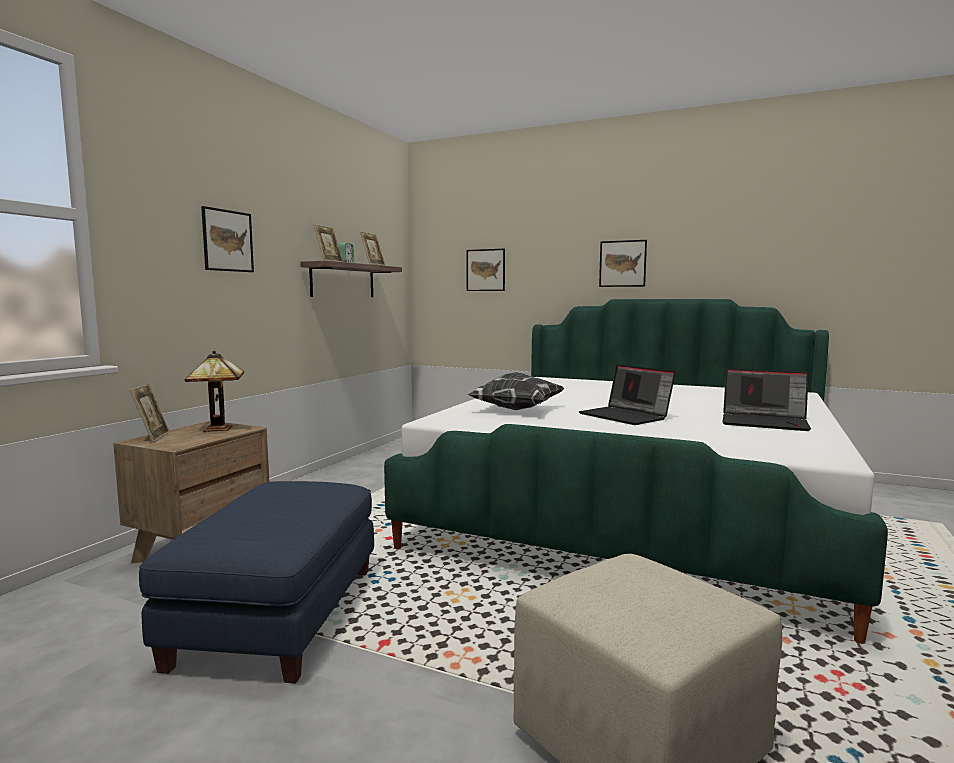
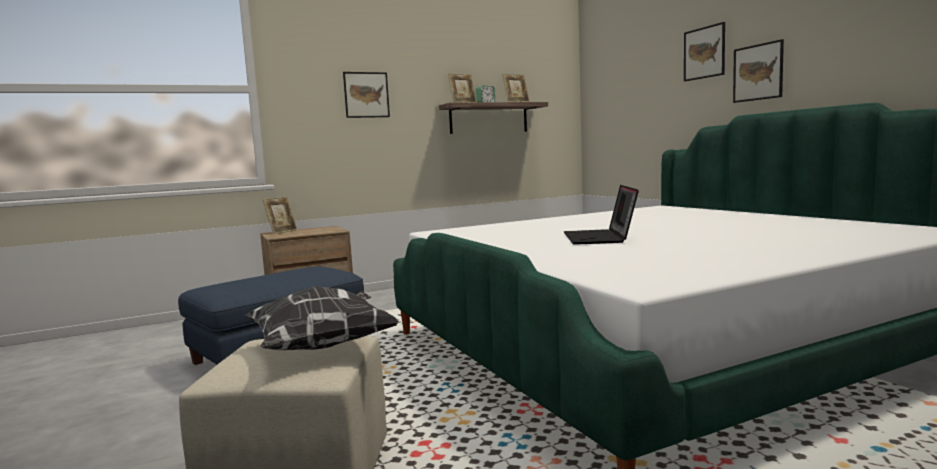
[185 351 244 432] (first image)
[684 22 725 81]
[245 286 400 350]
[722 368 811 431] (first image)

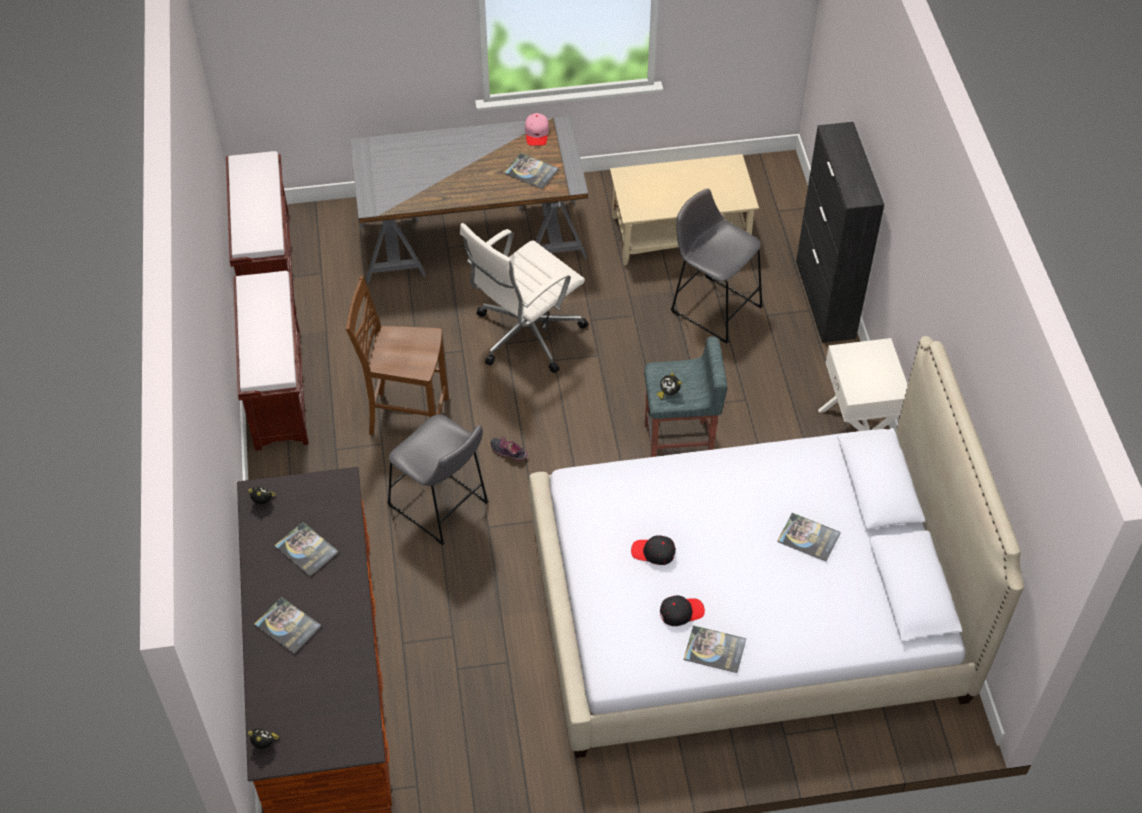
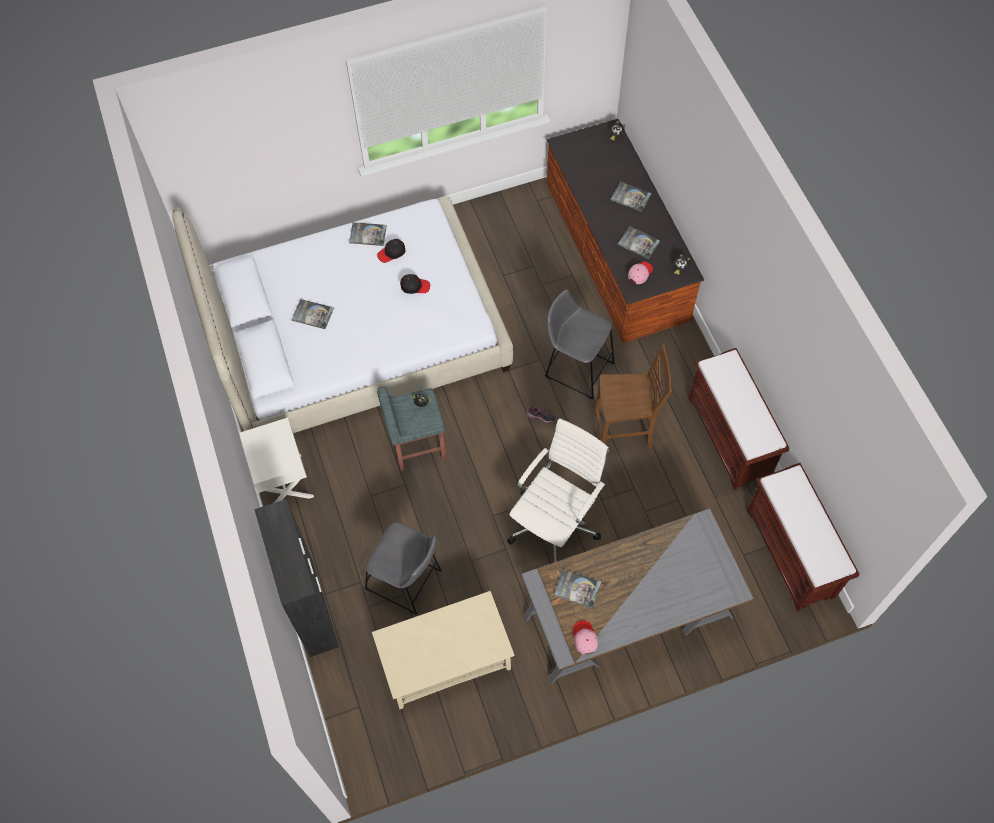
[628 261 653 284]

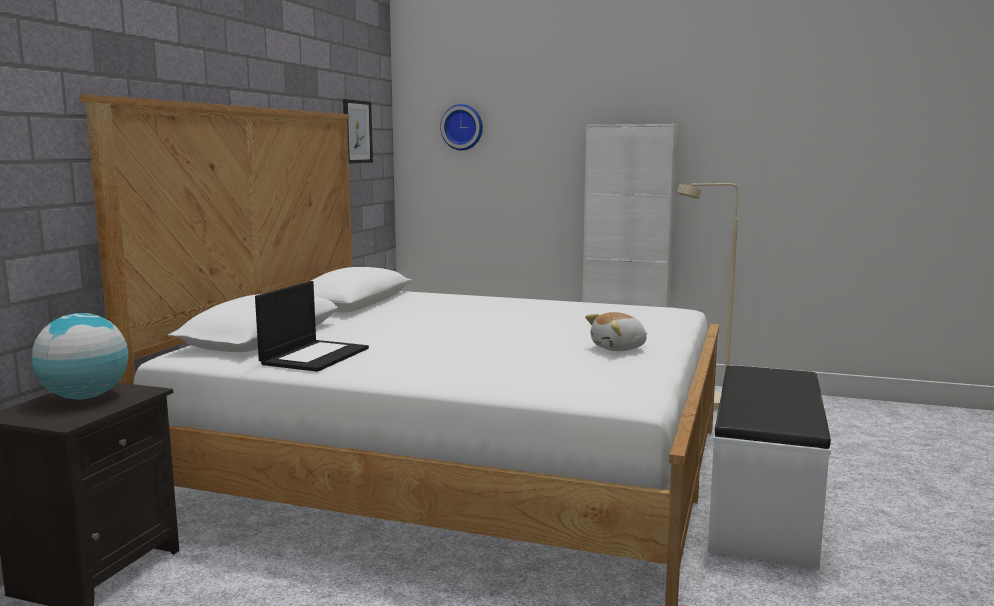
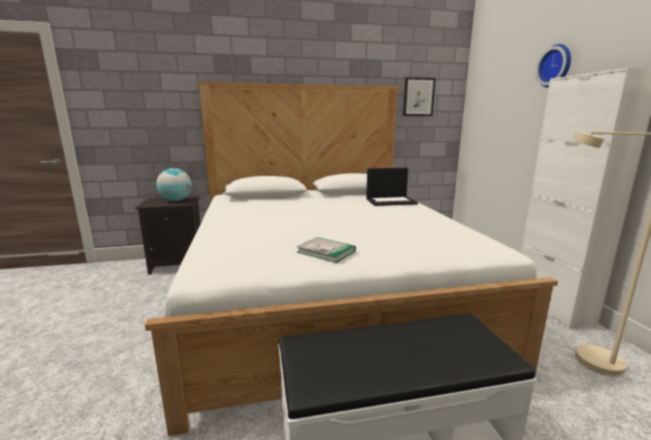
[366 168 418 206]
[536 44 571 88]
[296 237 356 263]

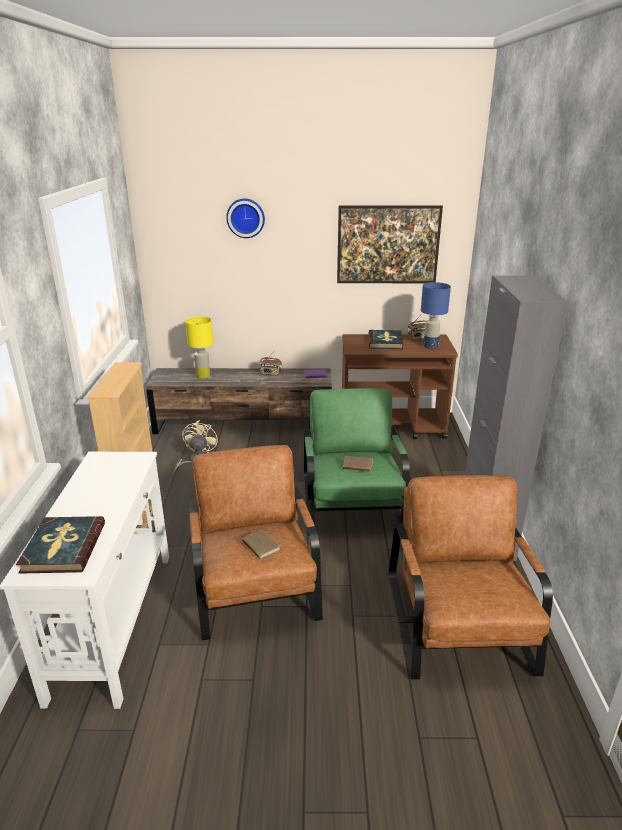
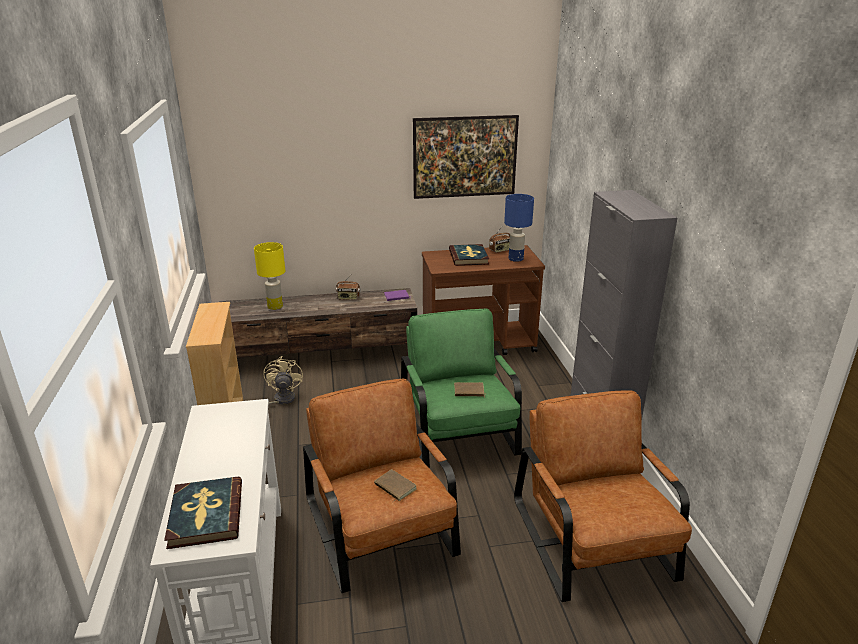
[226 198 265 238] (first image)

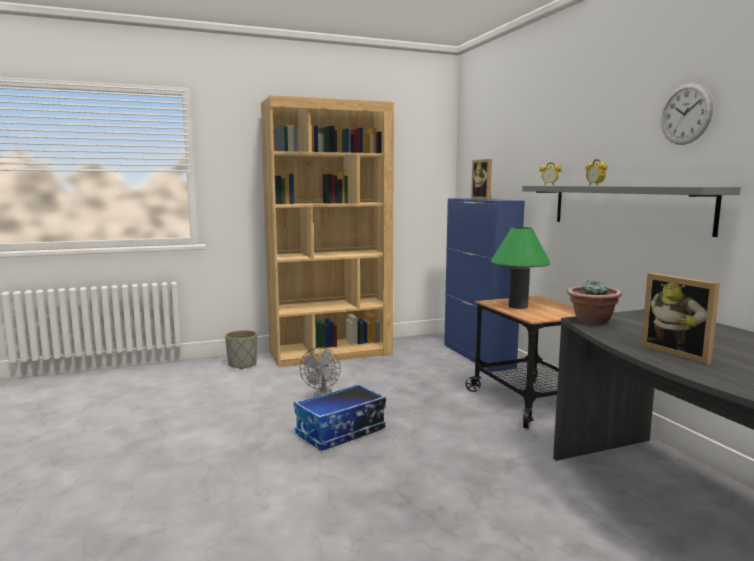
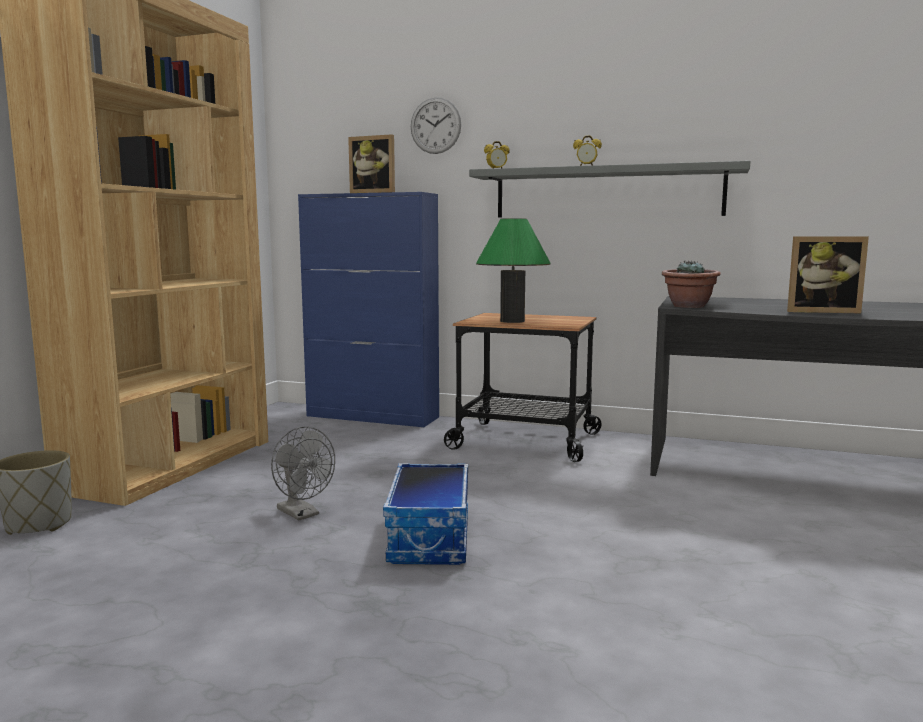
[411 97 461 154]

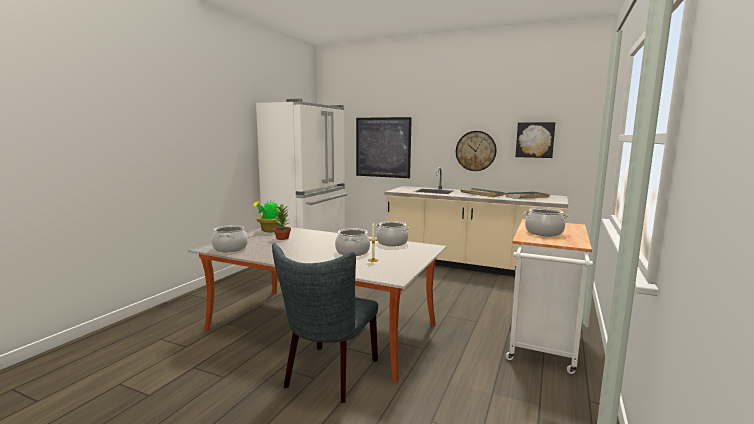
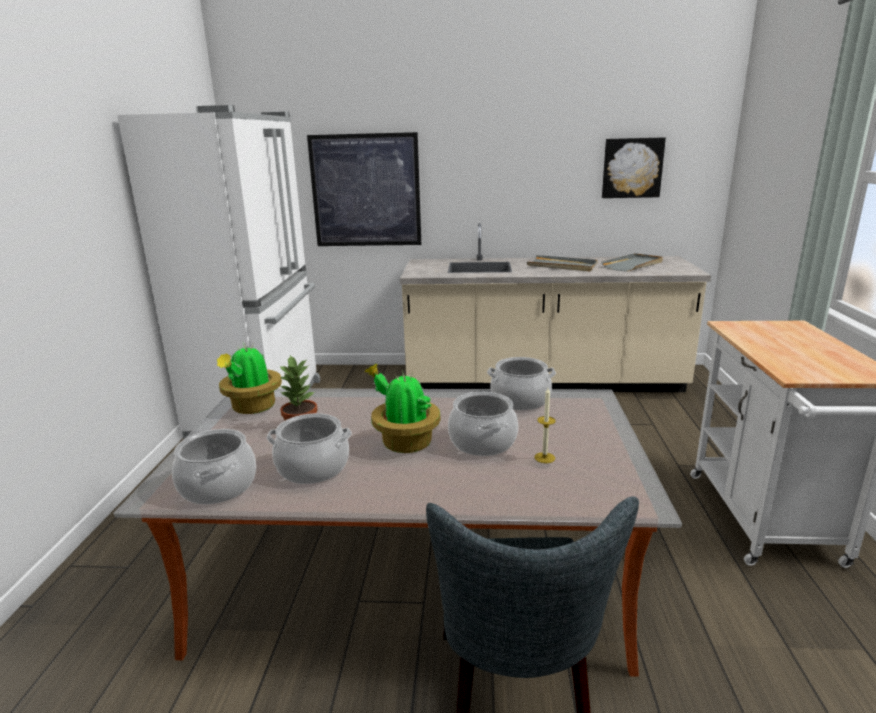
[456 131 497 171] (first image)
[267 413 352 484]
[365 363 441 453]

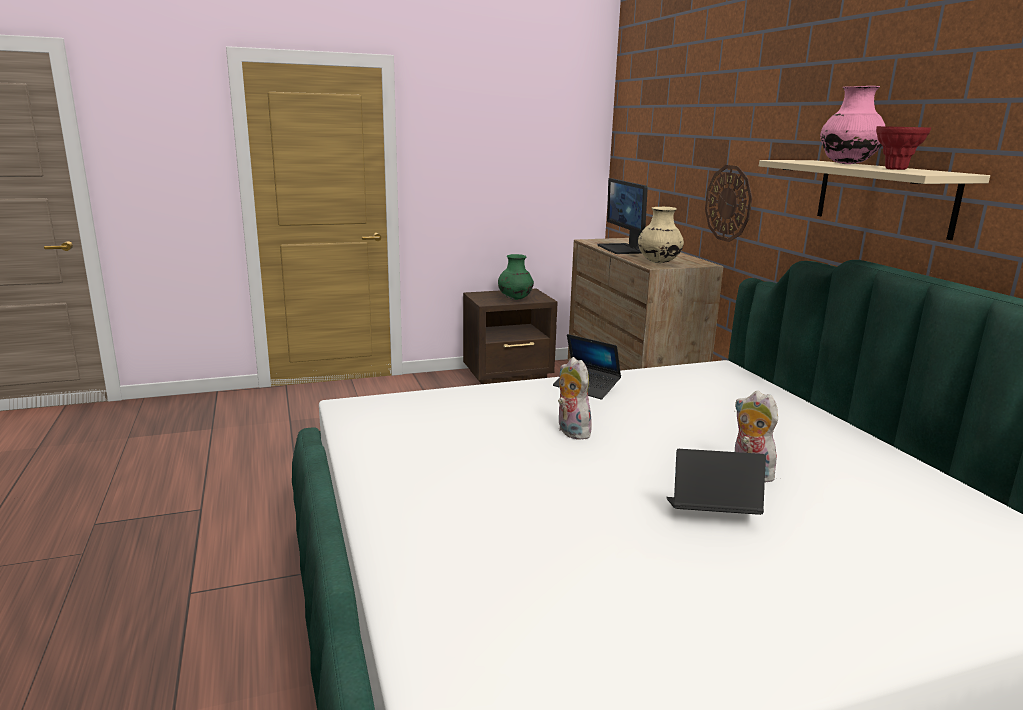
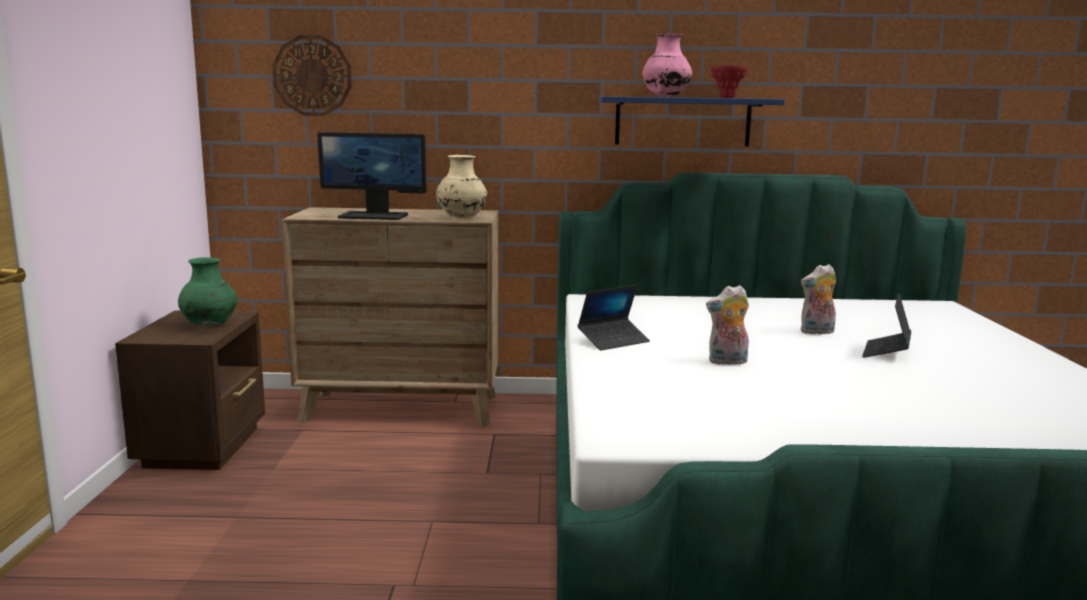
[272 35 352 116]
[599 96 785 147]

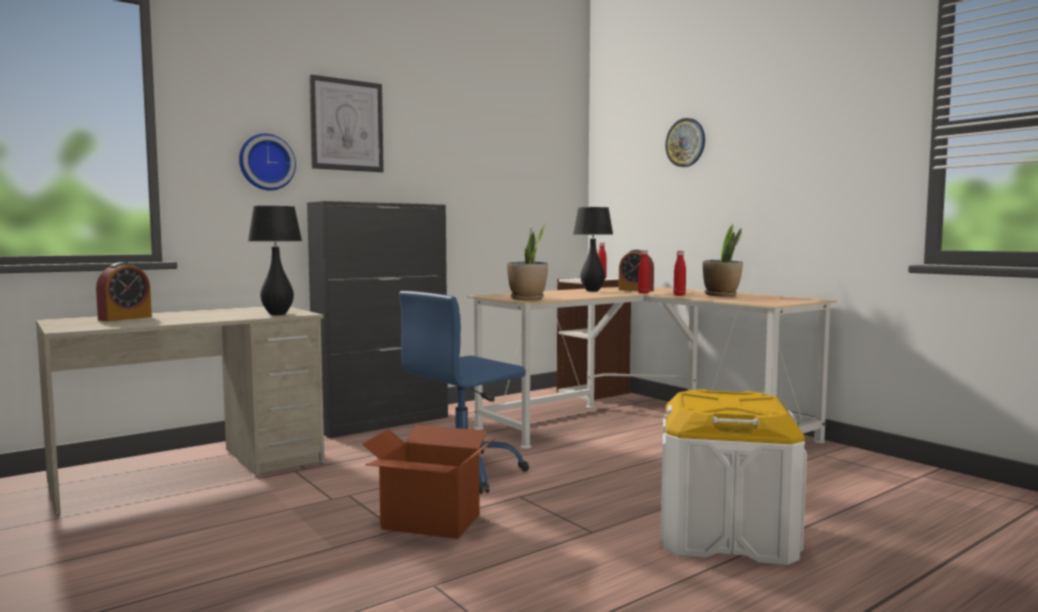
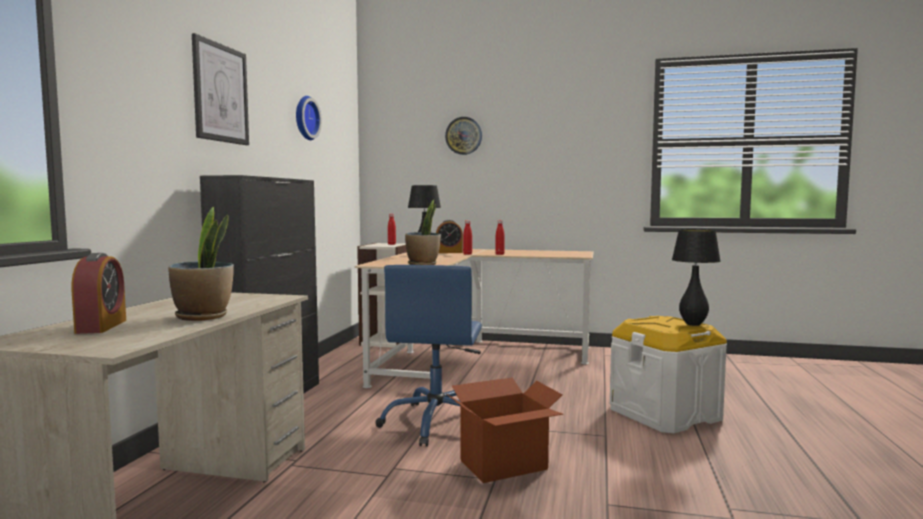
[296 96 322 140]
[672 229 721 326]
[168 207 234 321]

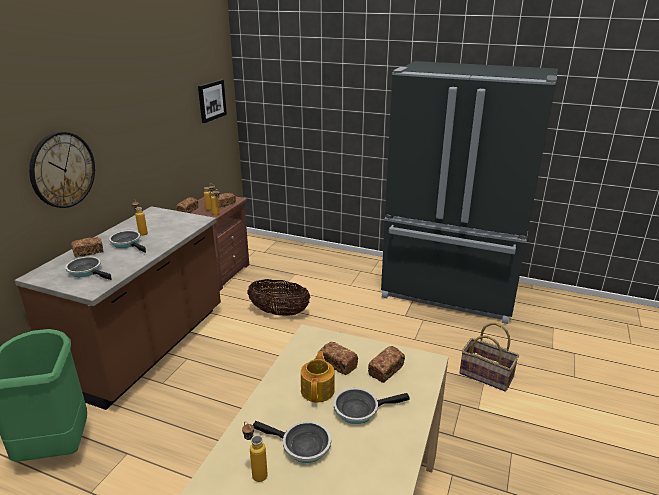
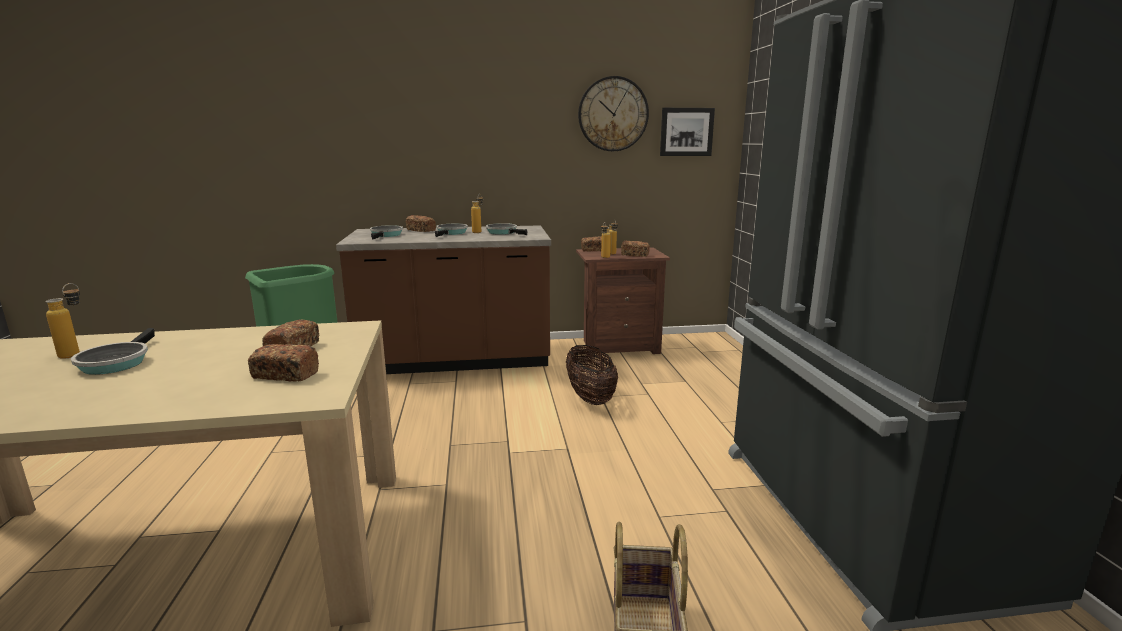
[578 76 649 151]
[301 351 335 403] (first image)
[486 223 527 235]

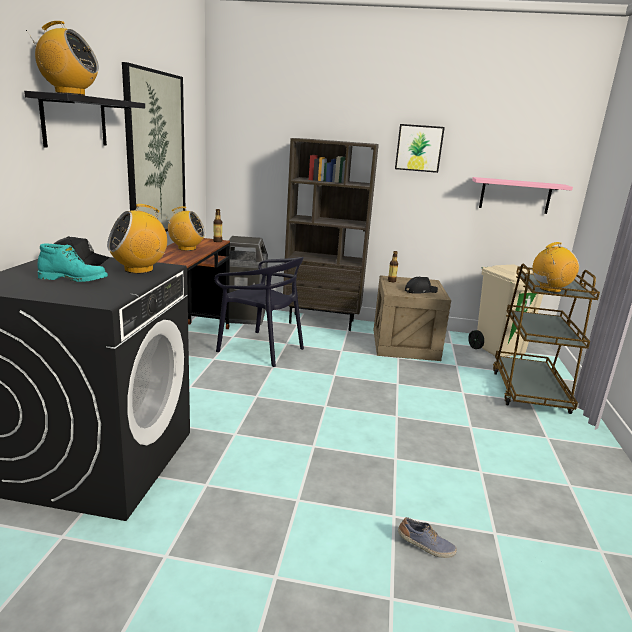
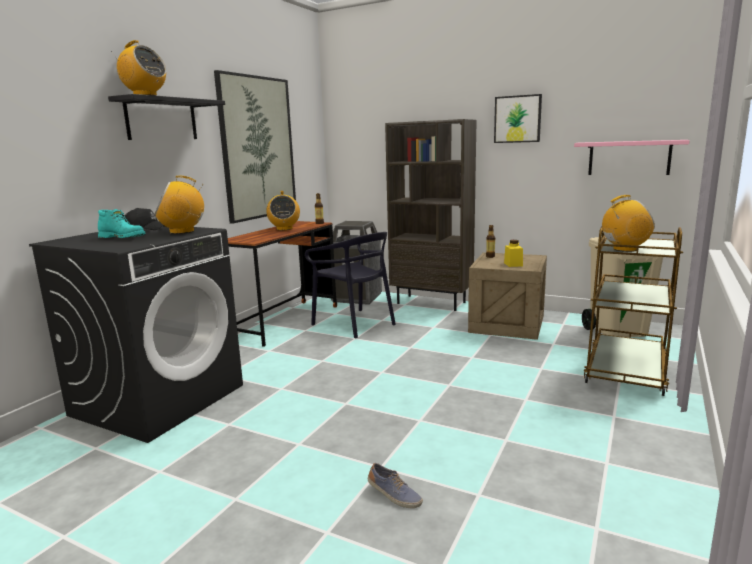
[266 191 300 230]
[504 240 523 267]

